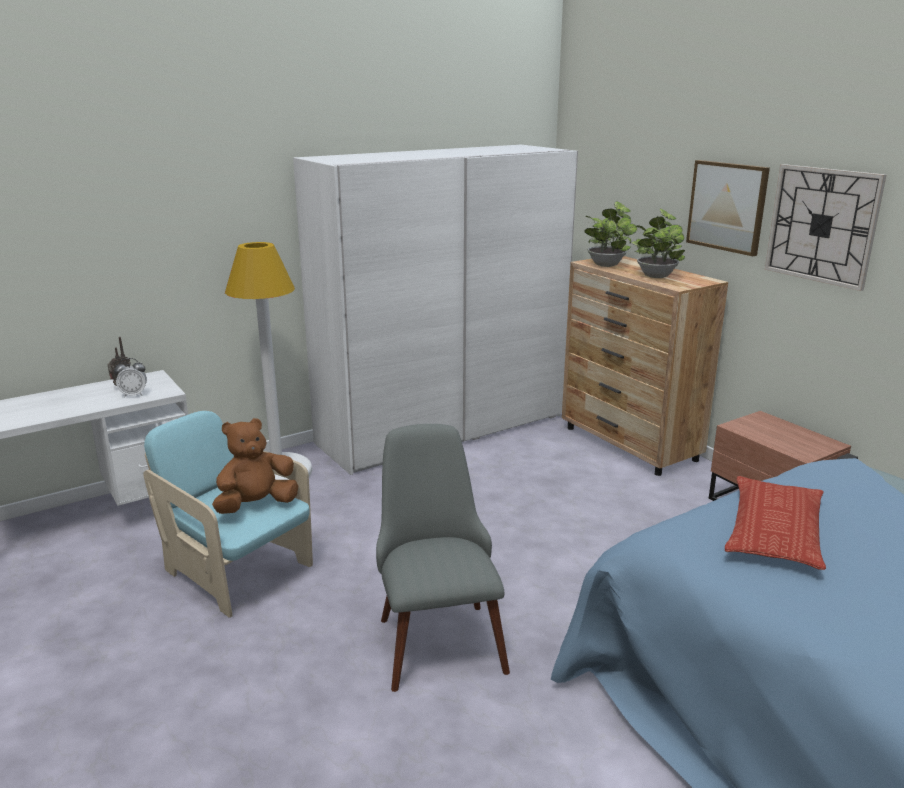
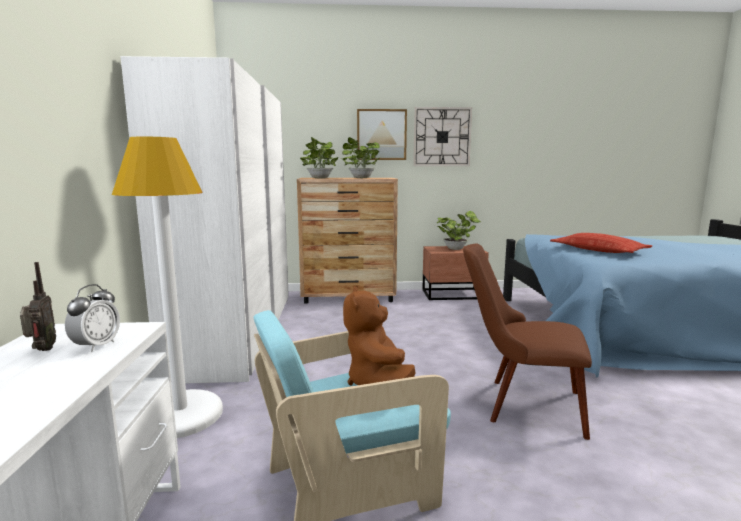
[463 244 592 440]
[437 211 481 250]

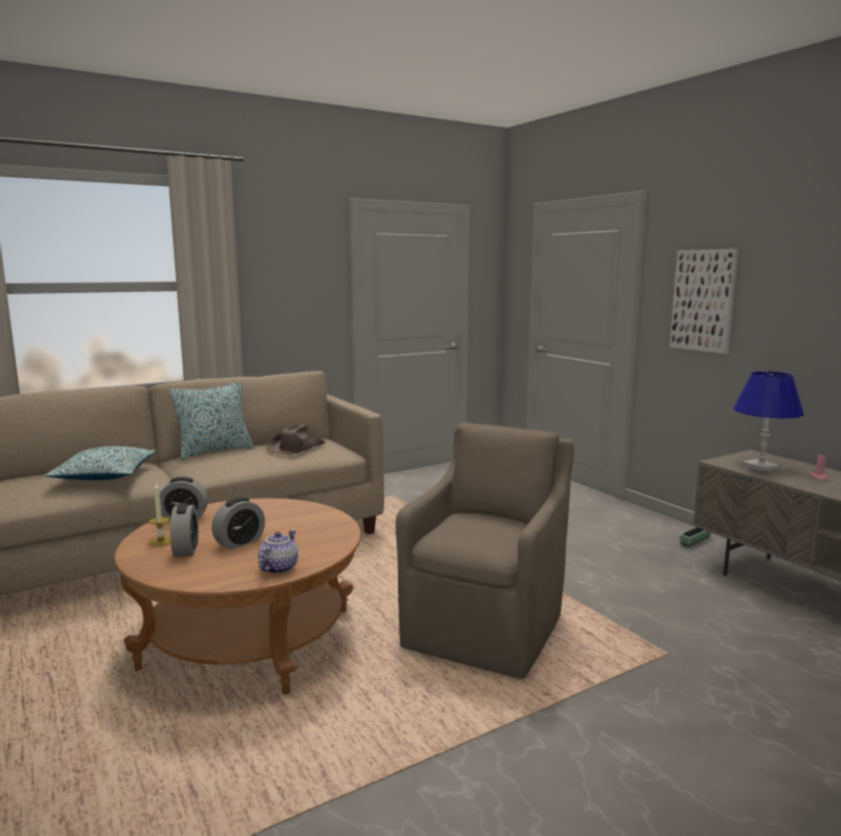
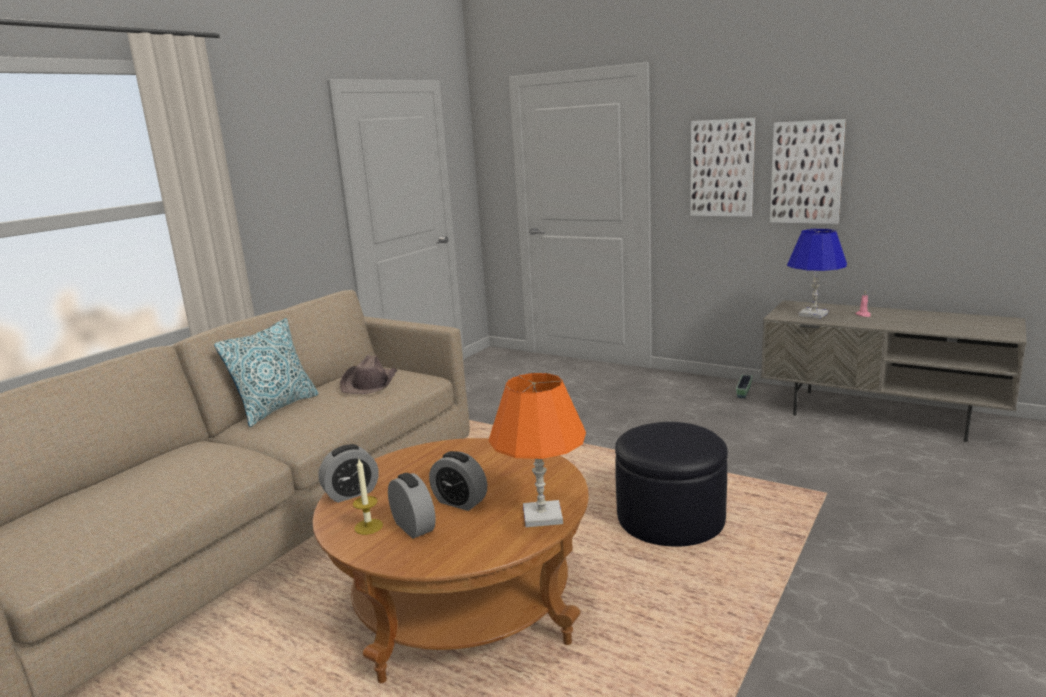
[45 446 157 480] (first image)
[429 451 487 511]
[489 373 586 527]
[615 422 728 547]
[770 119 846 224]

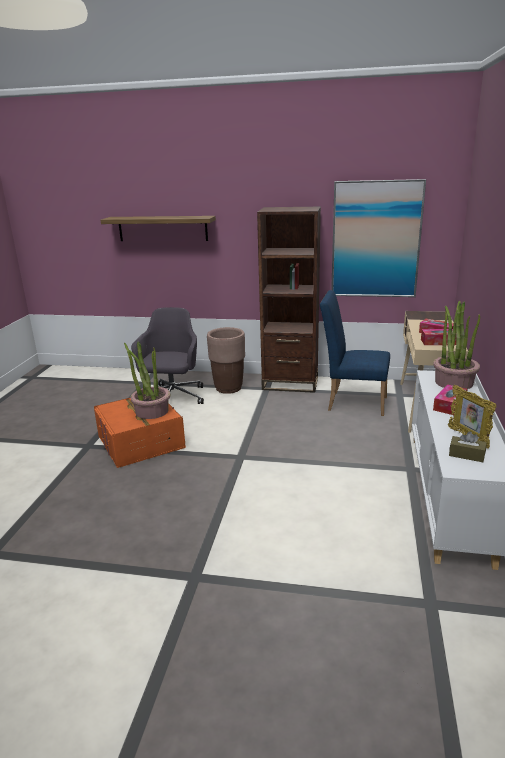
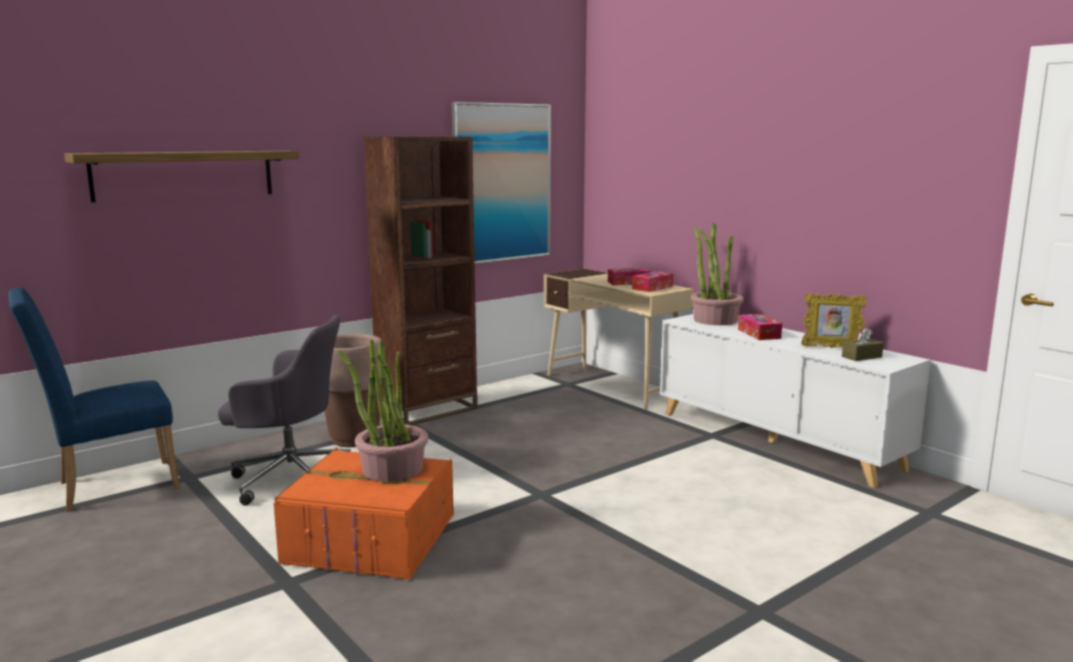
[218 315 351 506]
[8 287 180 512]

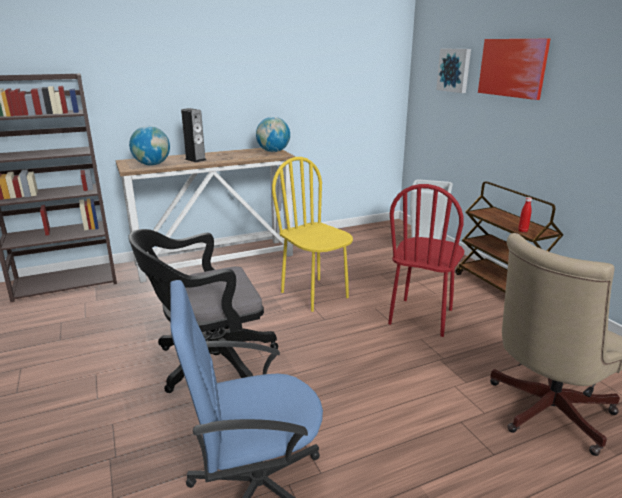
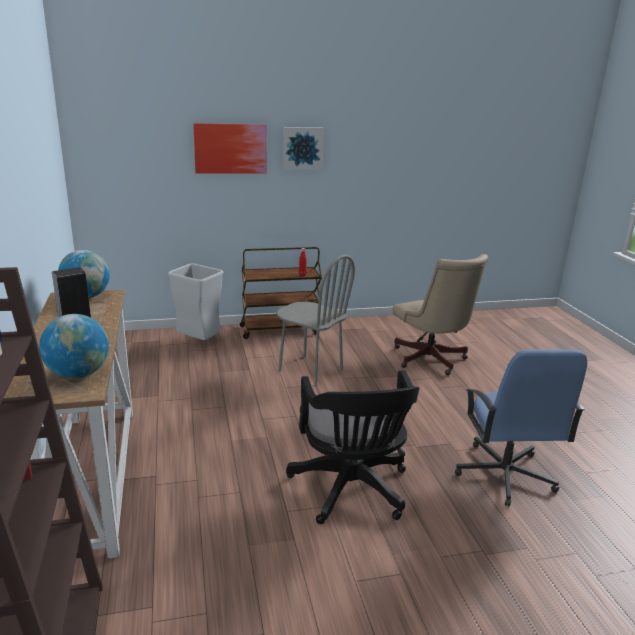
[272 157 353 312] (first image)
[277 254 355 387]
[283 127 324 169]

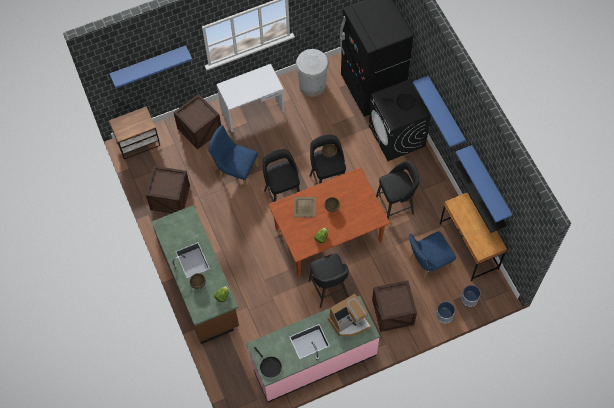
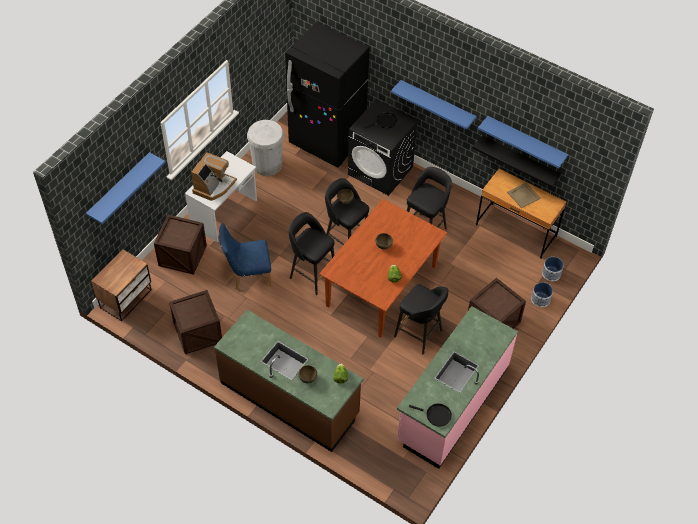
[507 183 541 208]
[191 152 237 201]
[409 231 456 281] (first image)

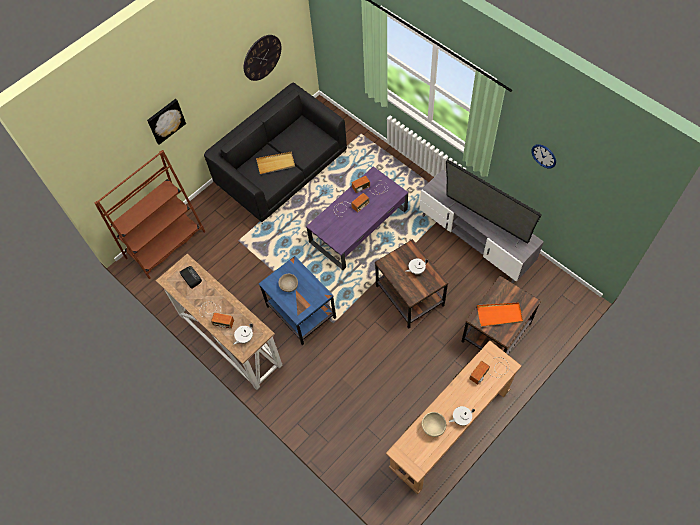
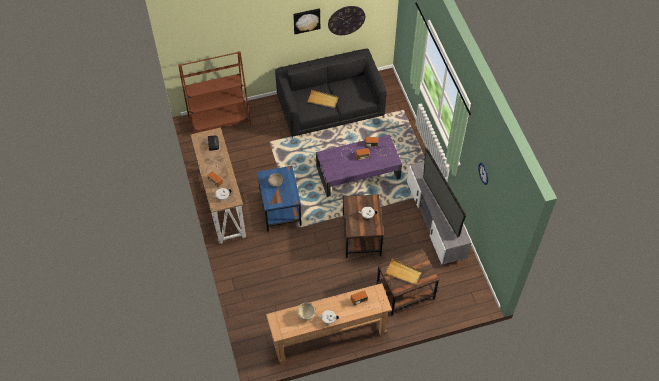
[293 8 320 34]
[385 259 422 286]

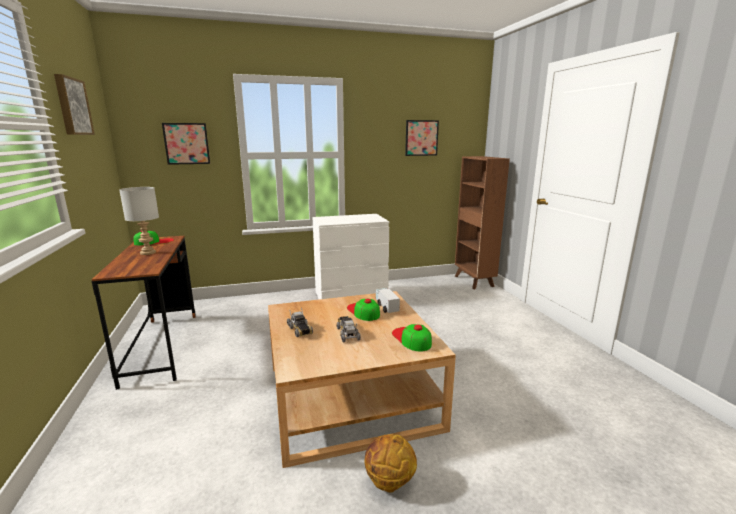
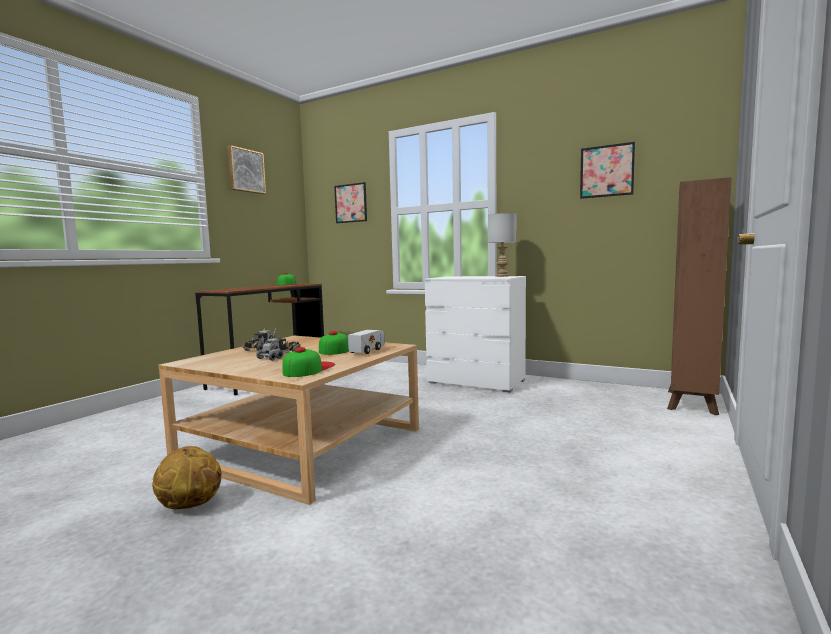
[488 213 517 277]

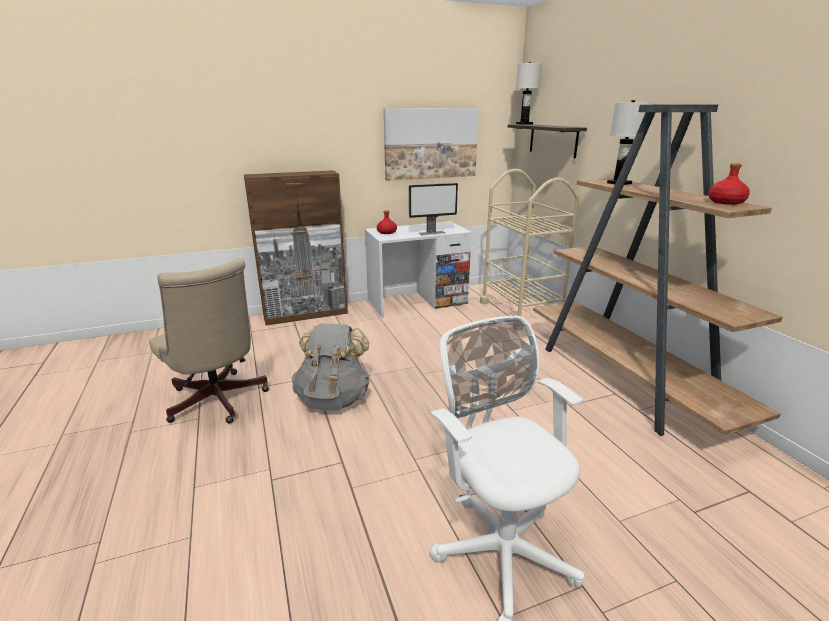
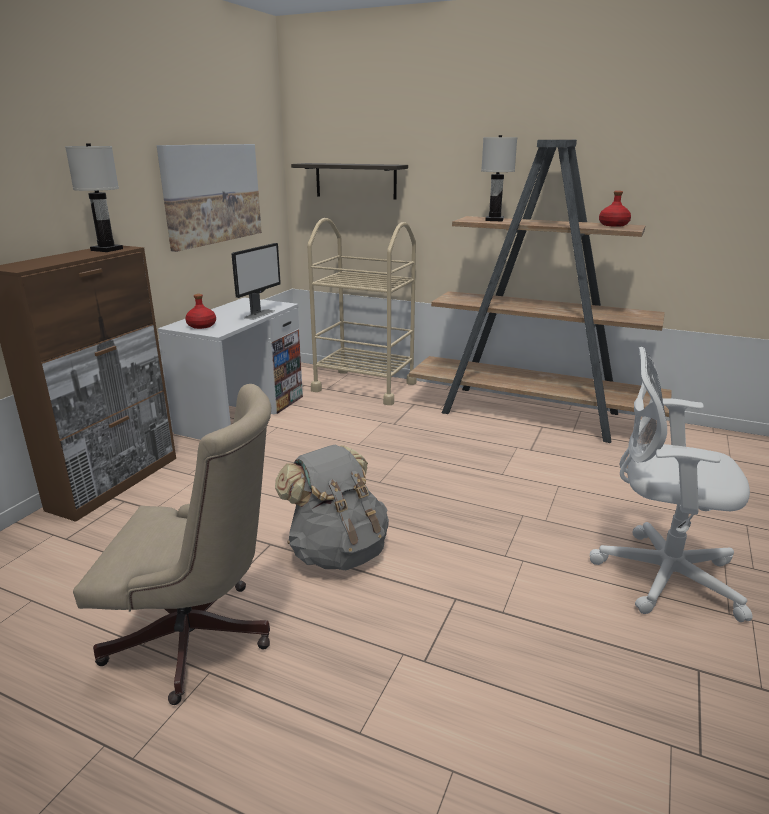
[65 143 123 252]

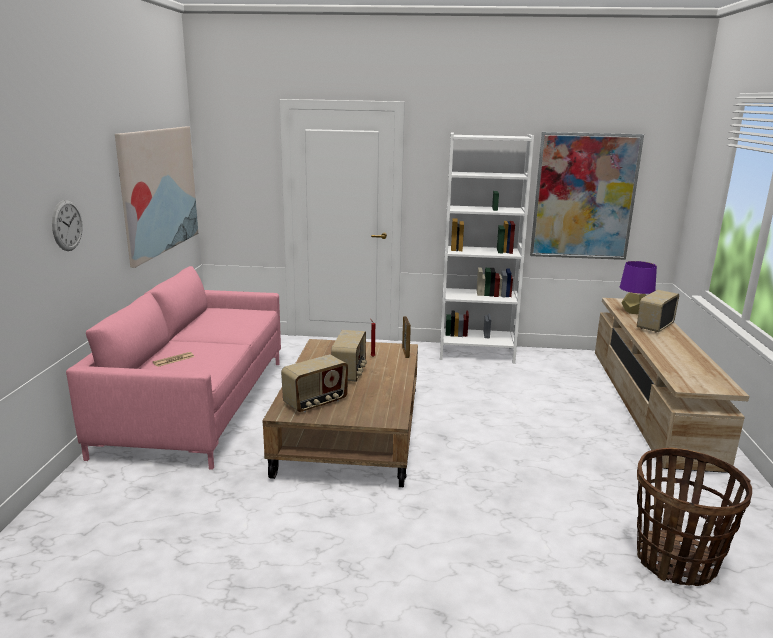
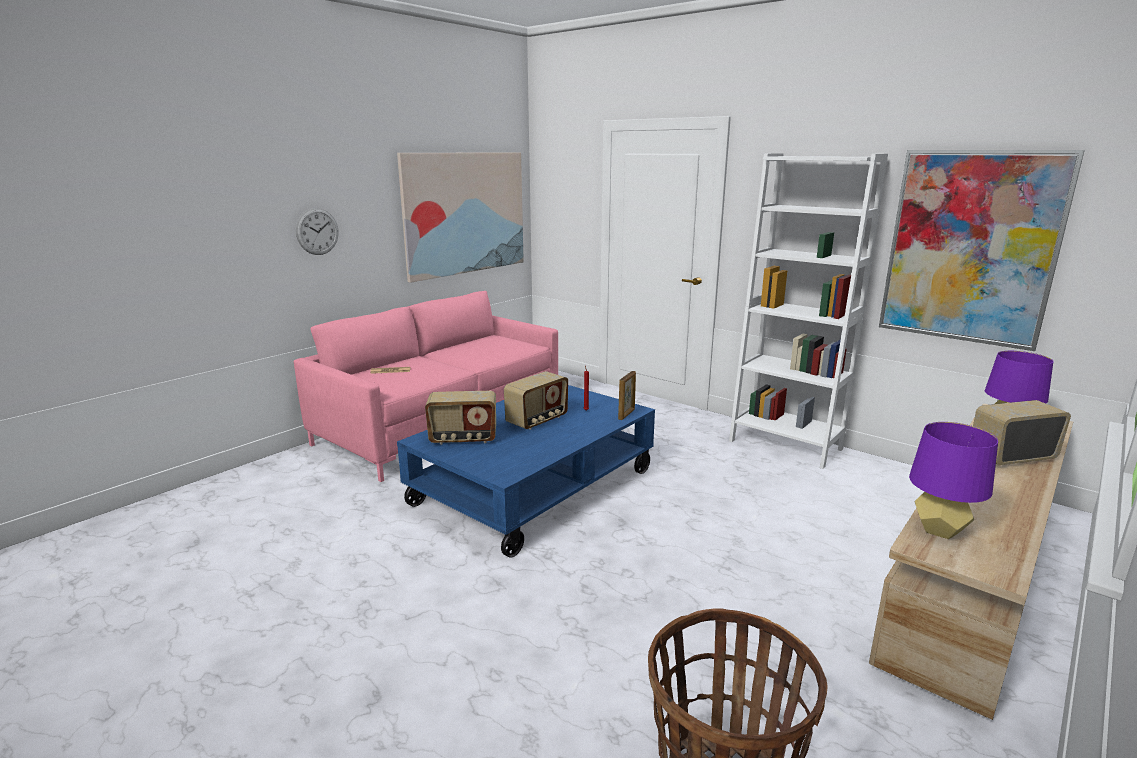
[397 385 655 558]
[909 422 998 539]

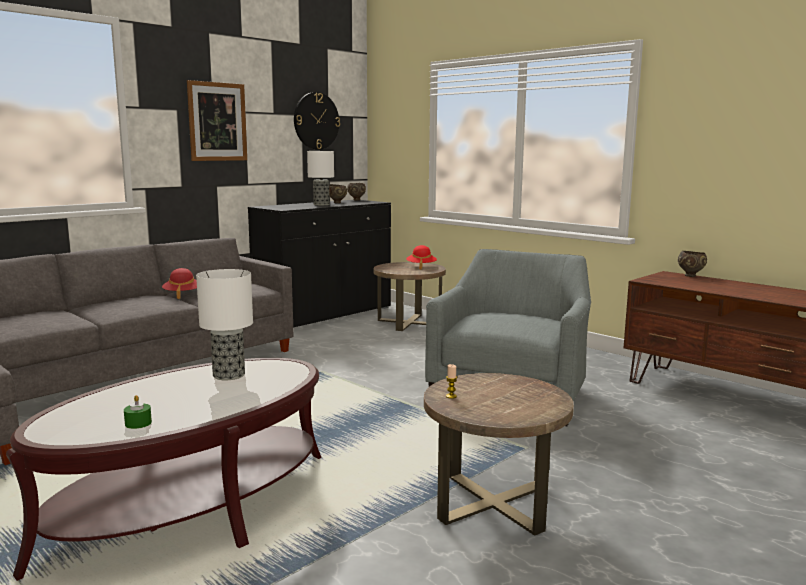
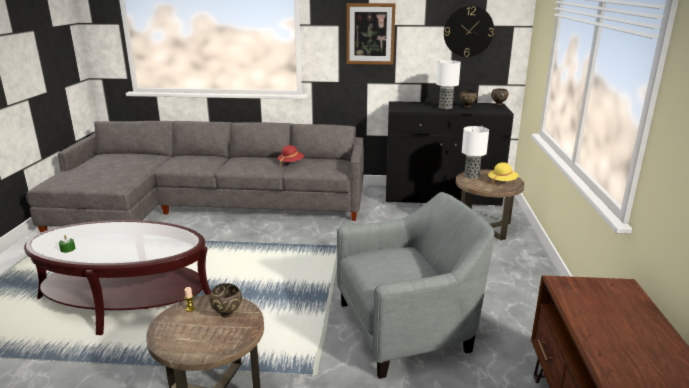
[462 126 489 179]
[488 162 519 185]
[209 283 242 318]

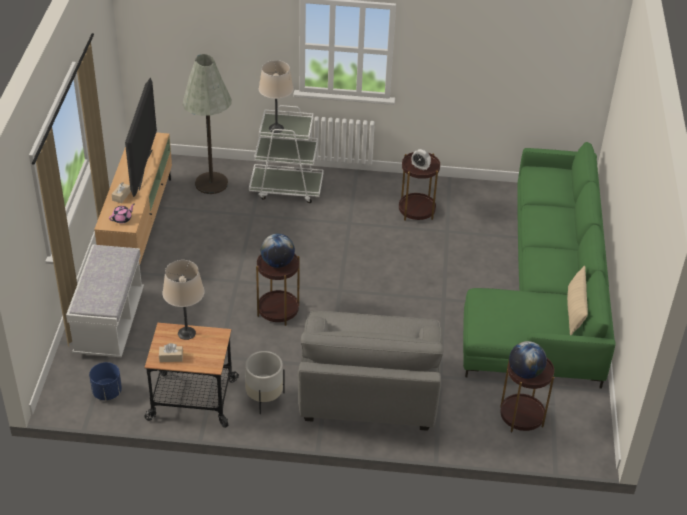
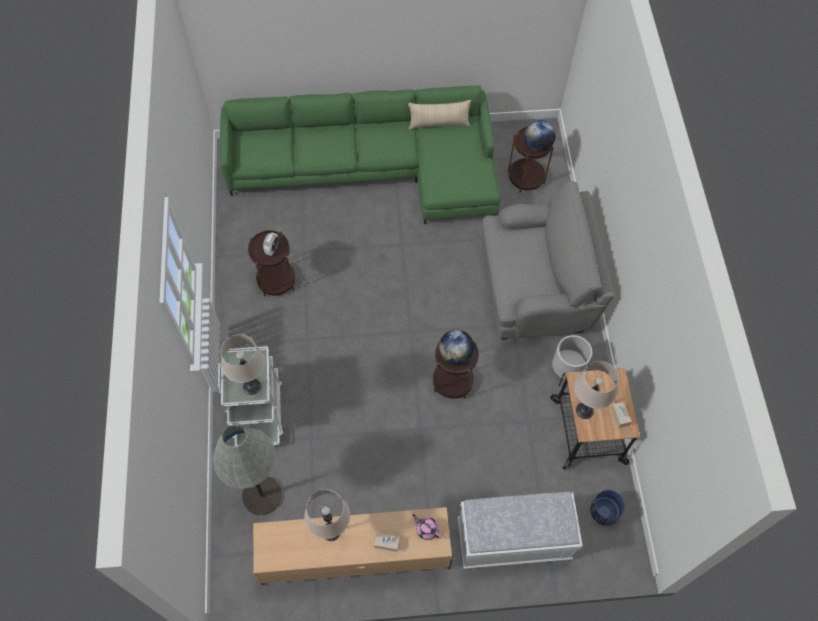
[304 489 350 541]

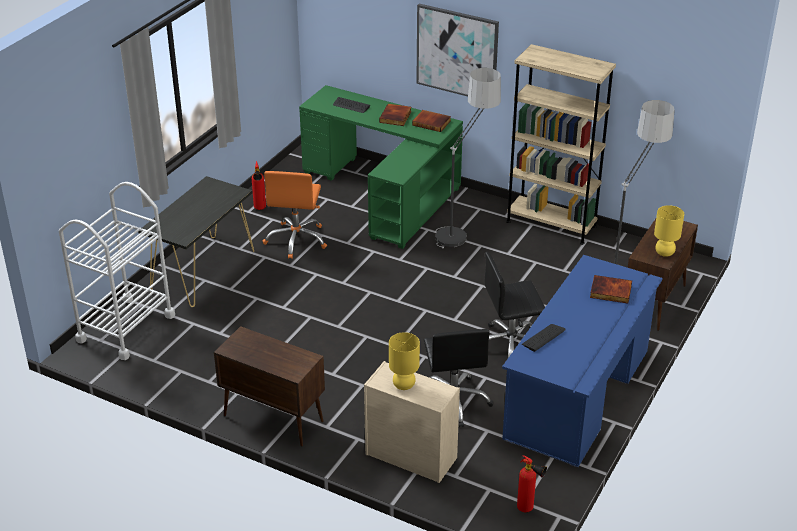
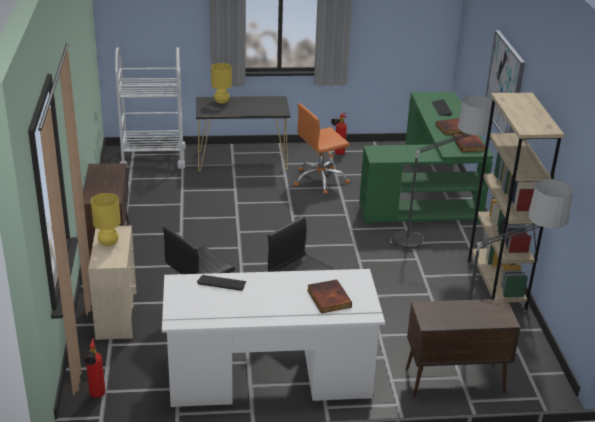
[162 269 385 407]
[211 63 232 104]

